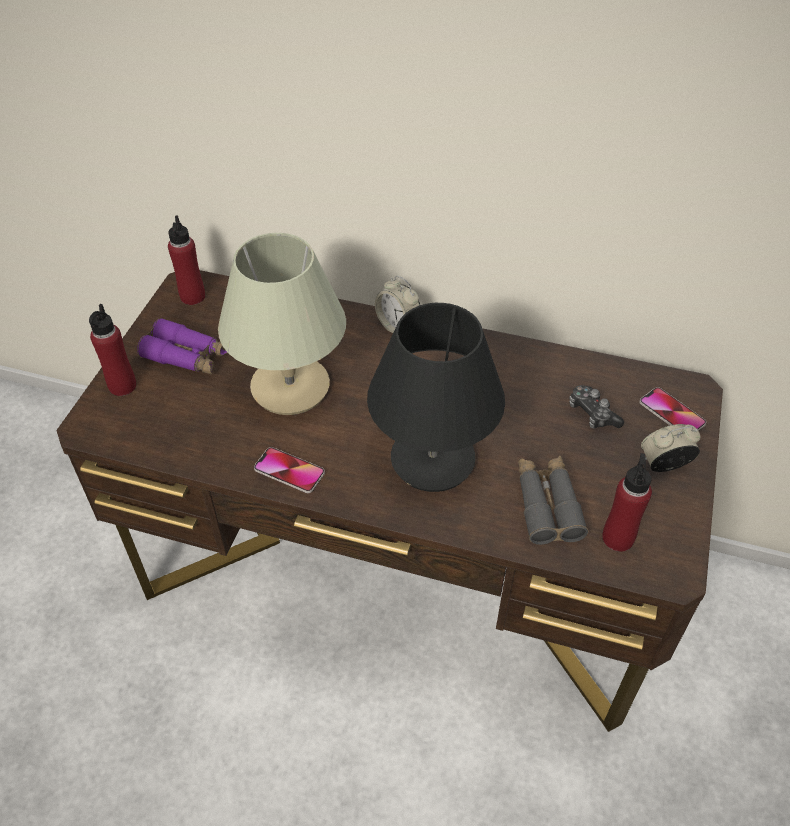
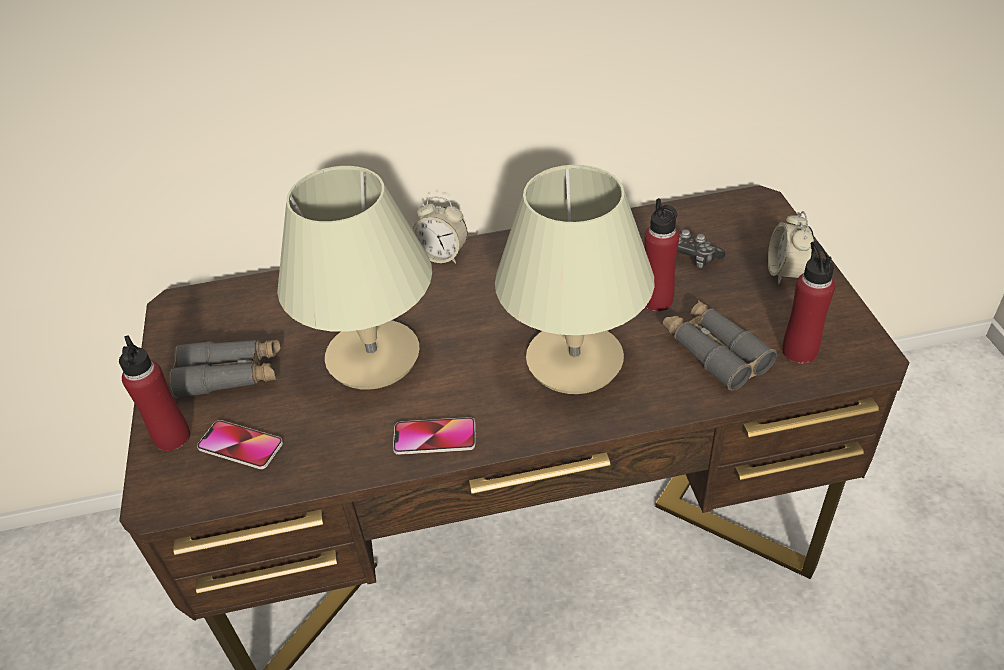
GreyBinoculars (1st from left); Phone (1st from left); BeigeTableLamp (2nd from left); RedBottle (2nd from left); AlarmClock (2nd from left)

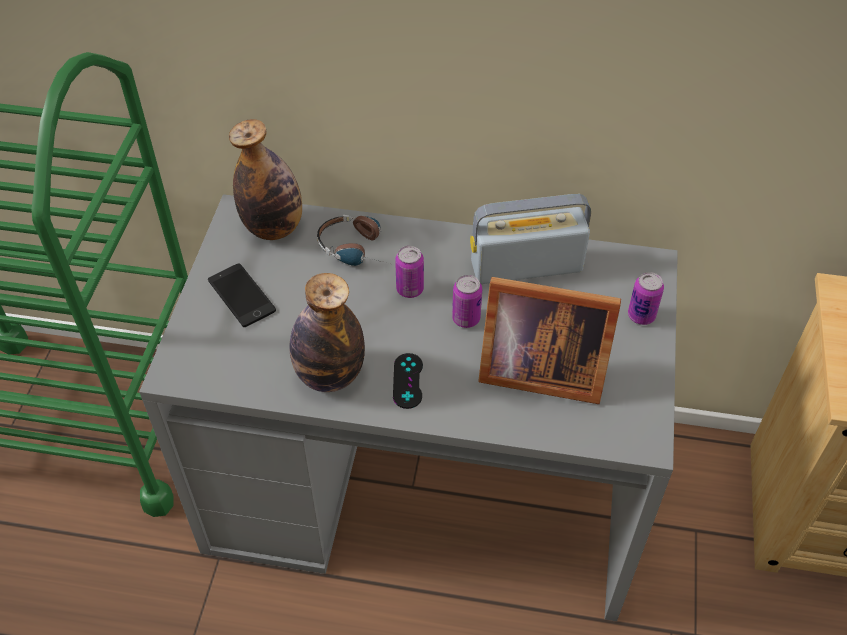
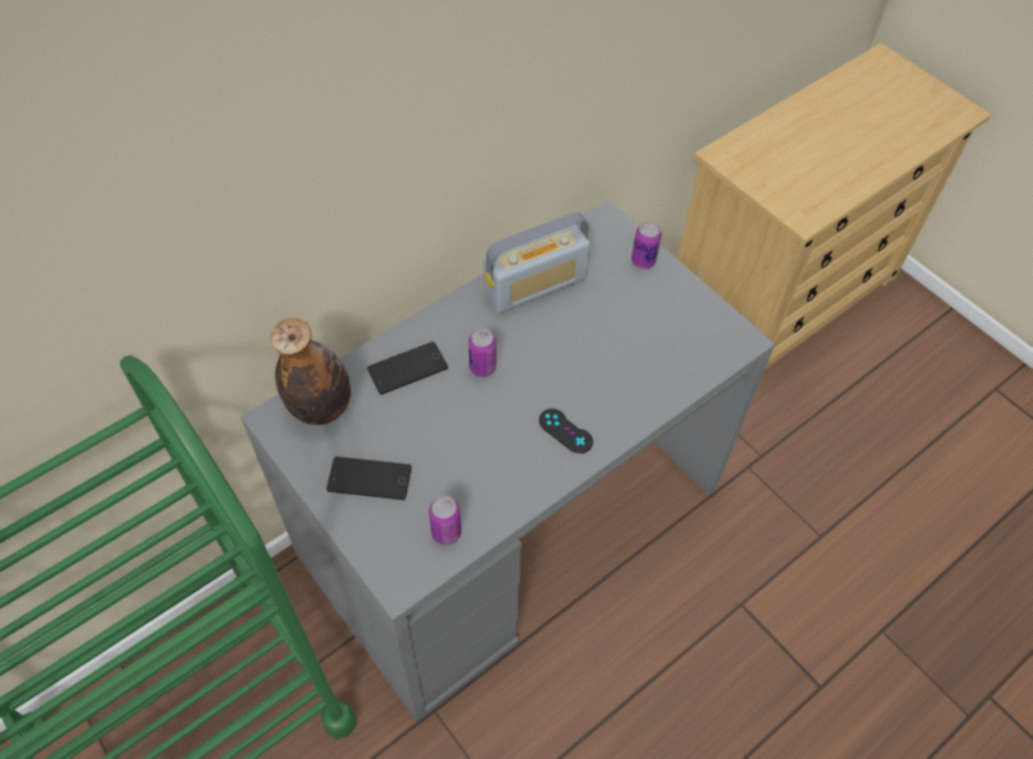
Phone (2nd from left); Can (1st from left); Radio; Bottle (2nd from left in the first image); PictureFrame

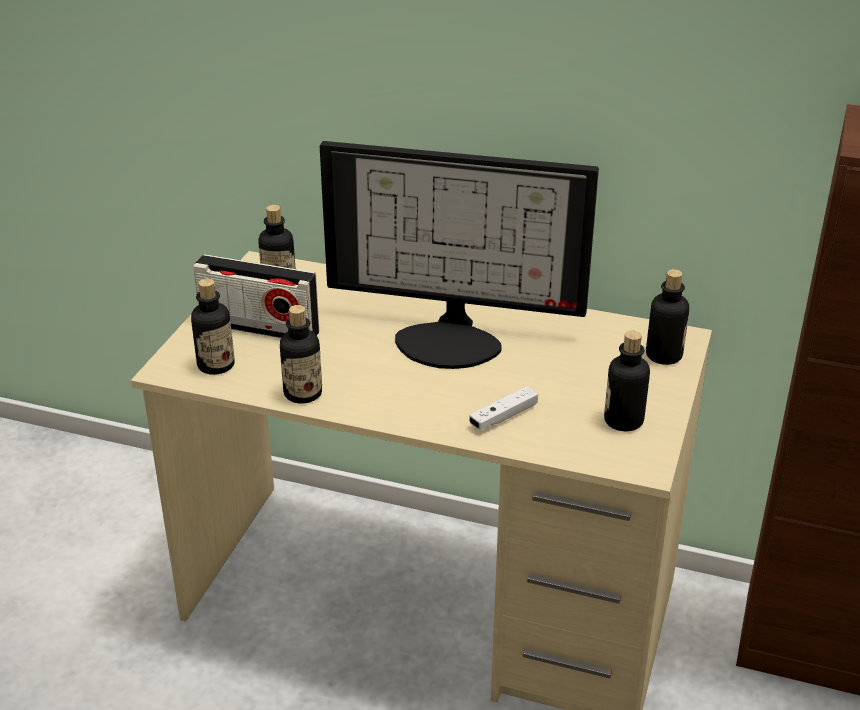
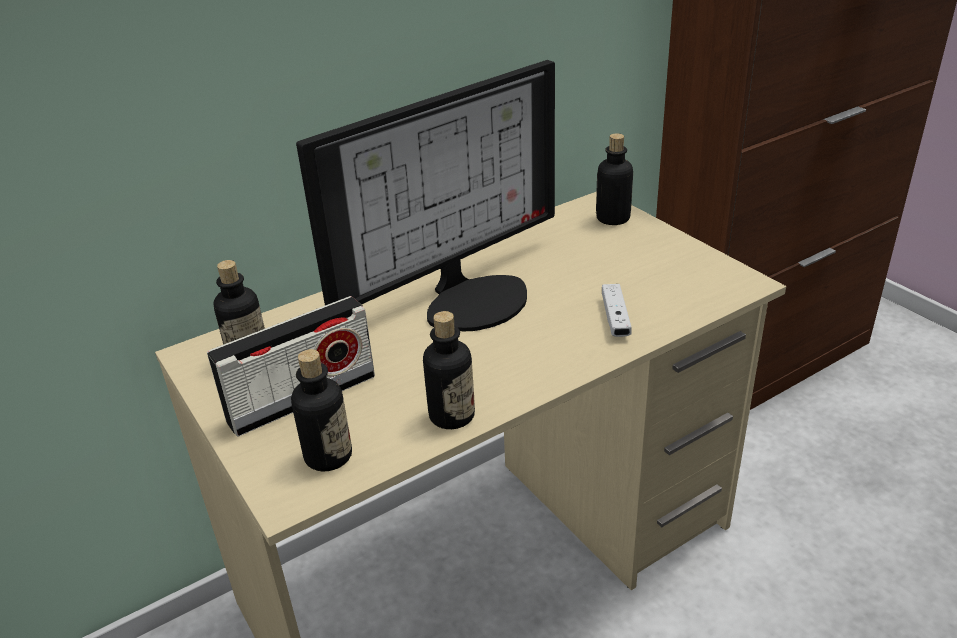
Bottle (4th from left in the first image)

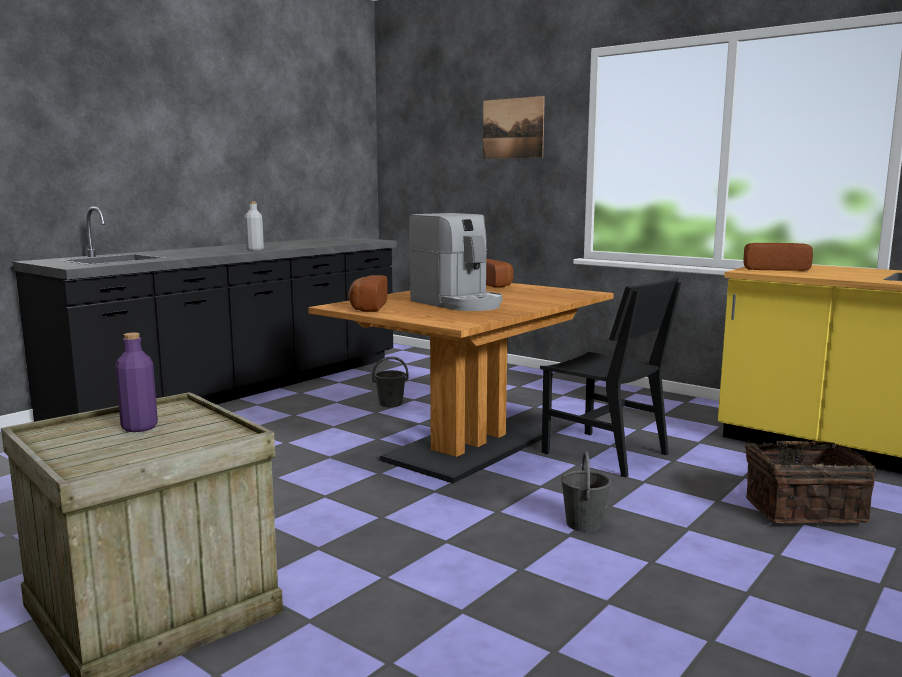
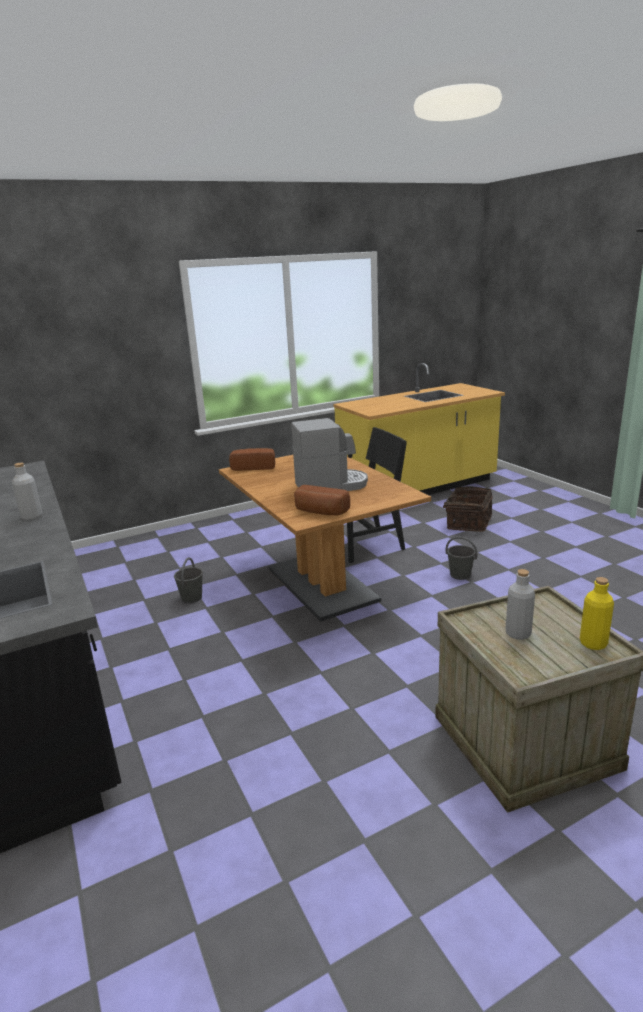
GreyBottle (2nd from left); YellowBottle; Picture; Bread (3rd from left in the first image)

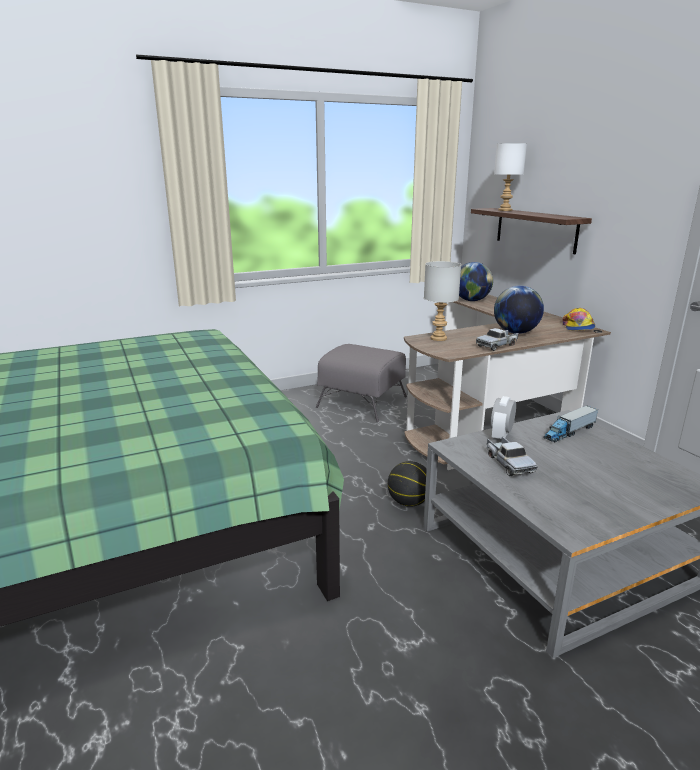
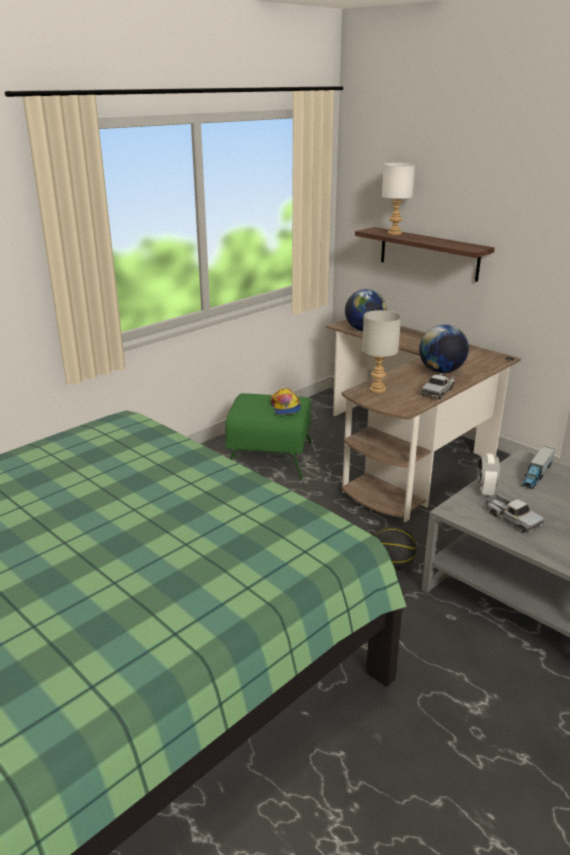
GreenOttoman; Cap

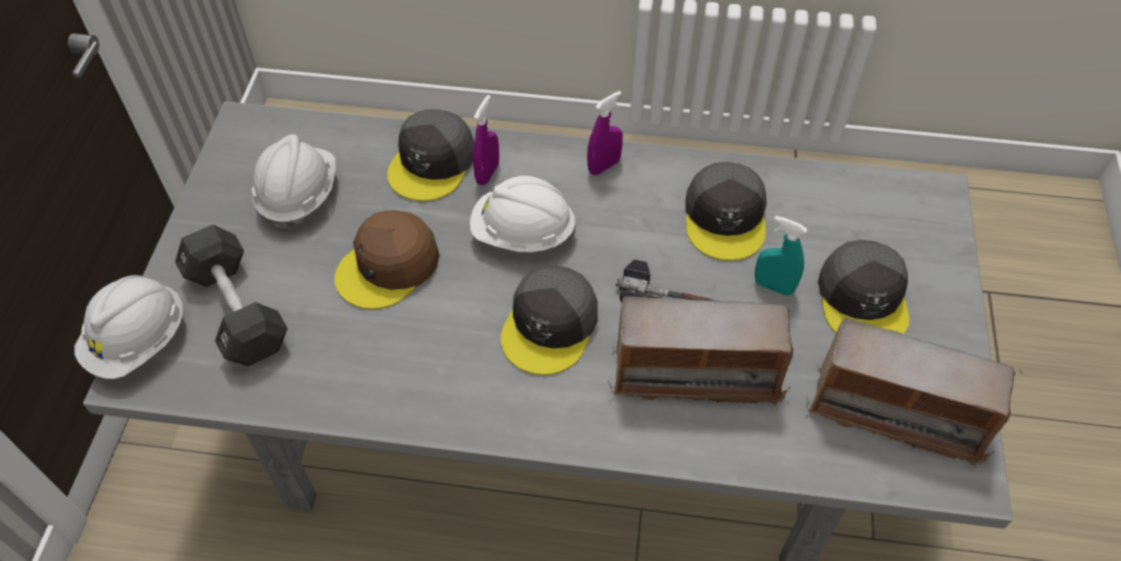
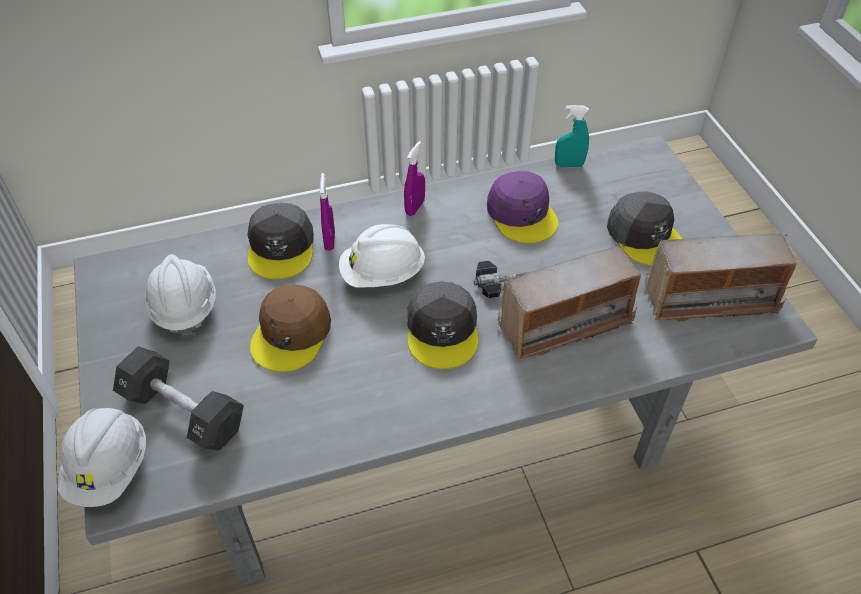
PurpleCap; TurquoiseSprayBottle

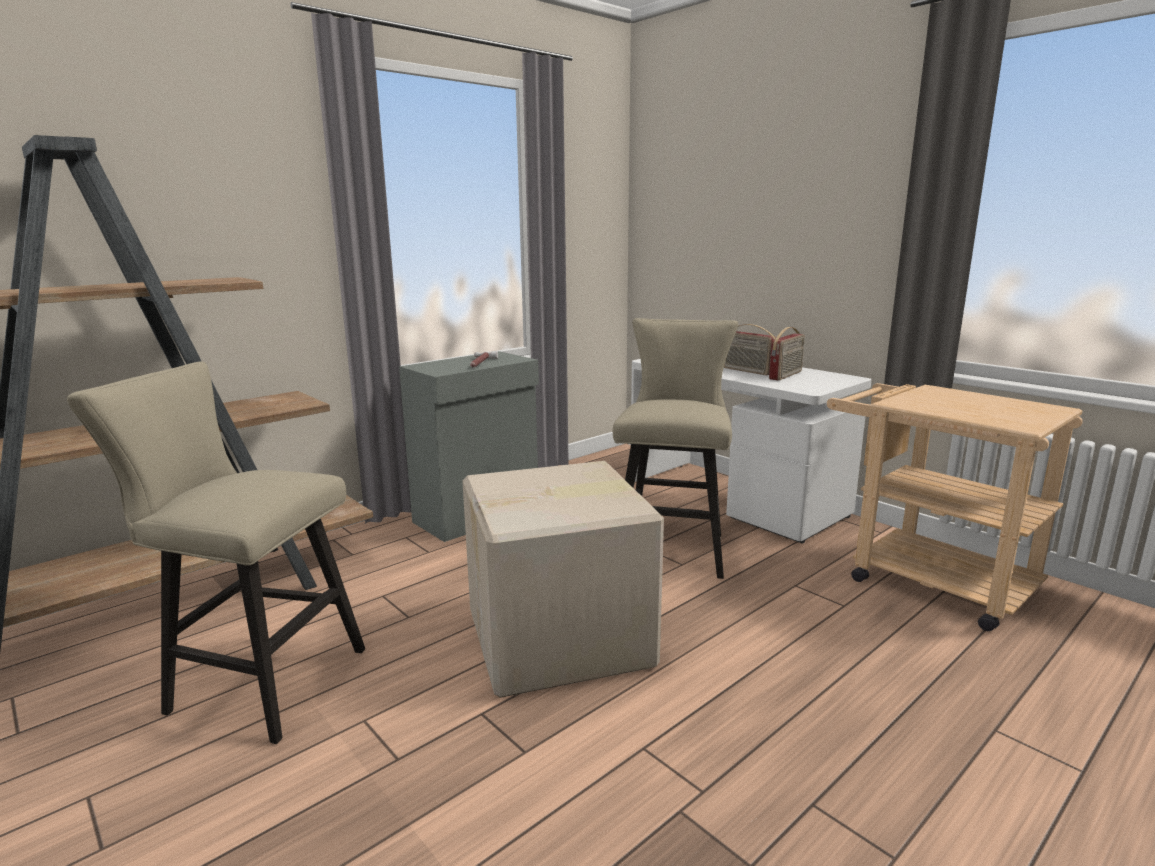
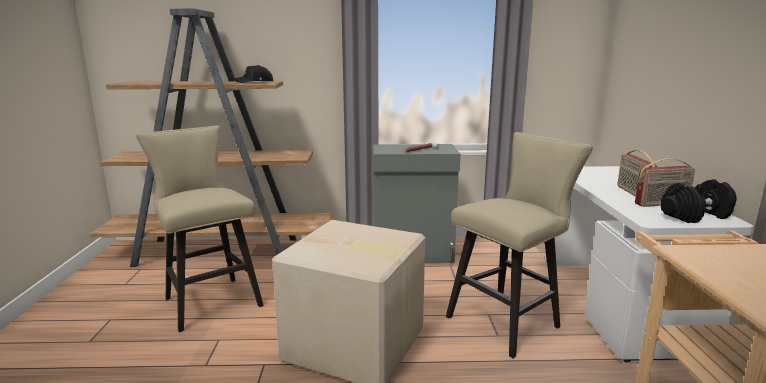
BlackCap; BlackDumbbell

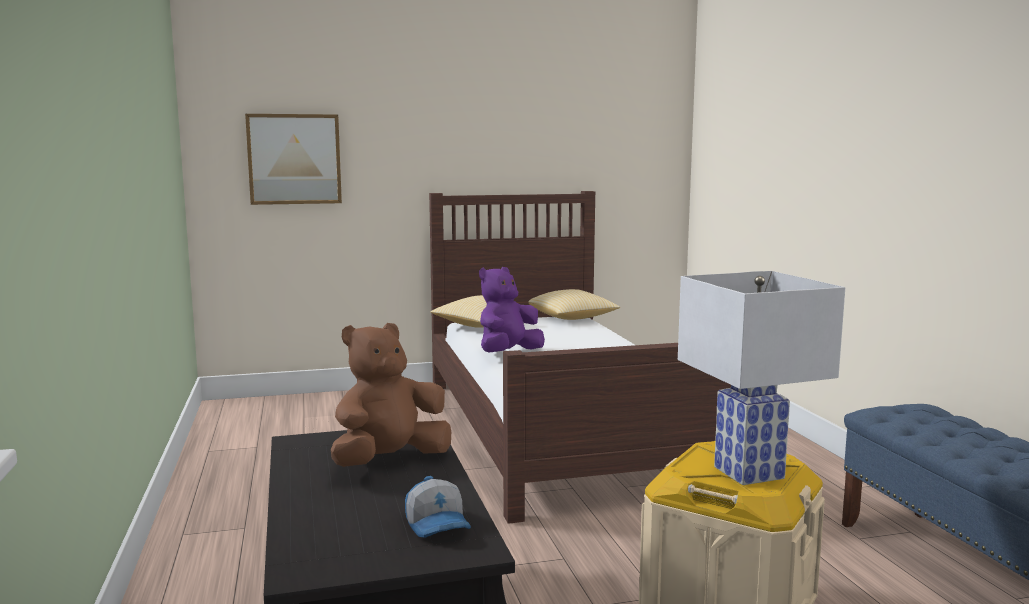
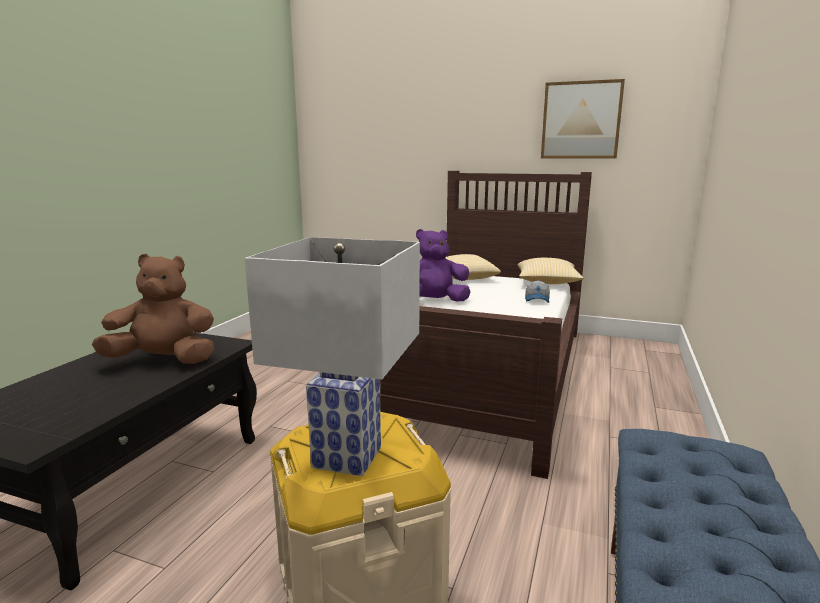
Cap; Picture

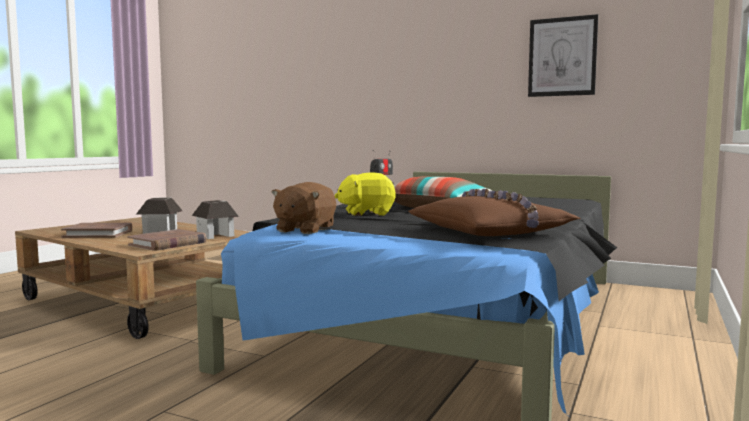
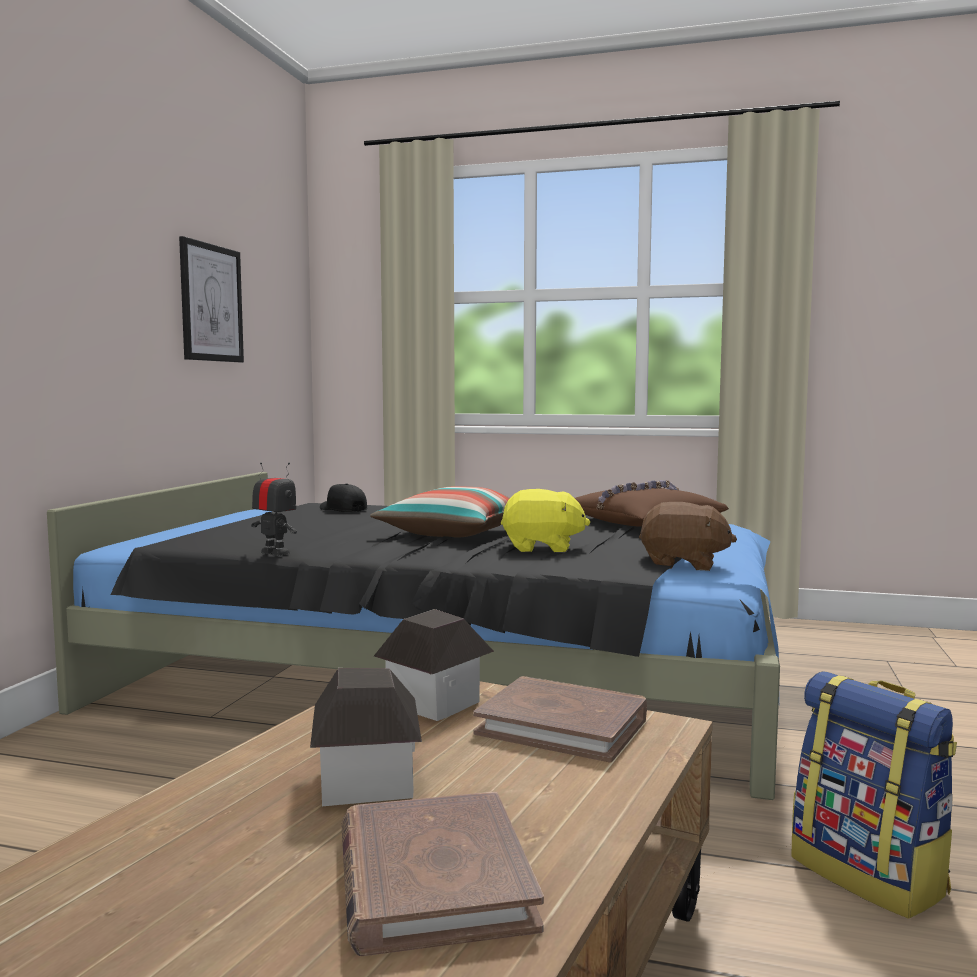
BlackCap; YellowPlushToy; Backpack

